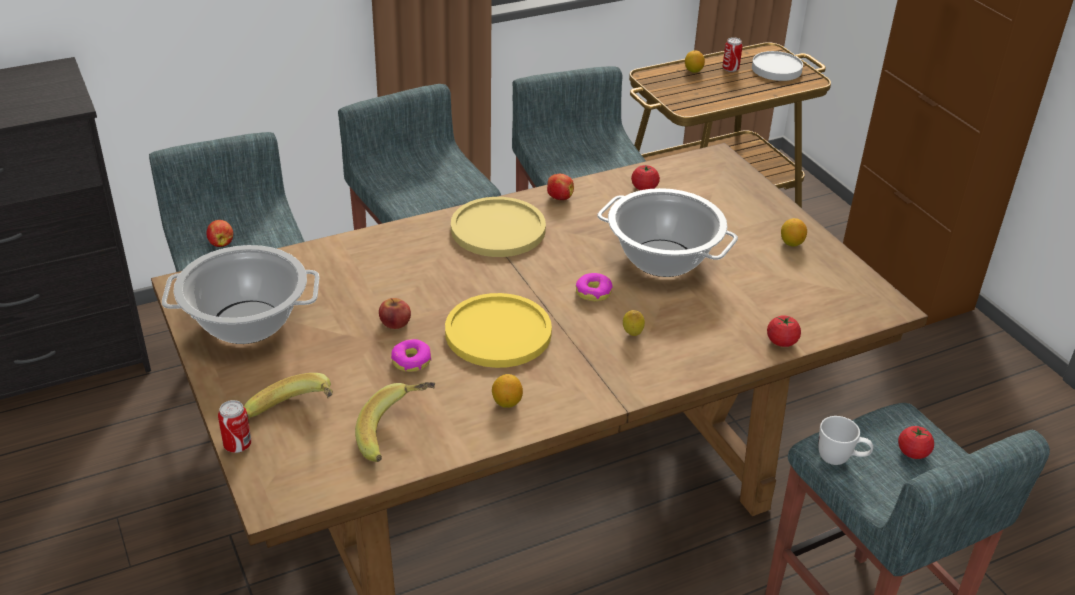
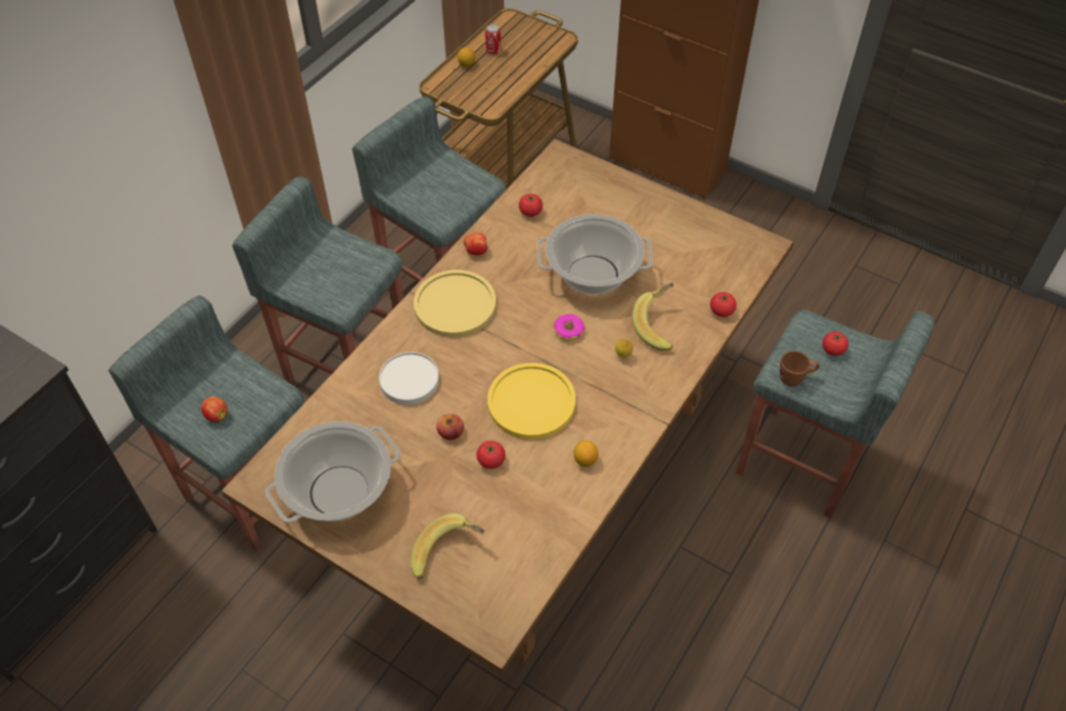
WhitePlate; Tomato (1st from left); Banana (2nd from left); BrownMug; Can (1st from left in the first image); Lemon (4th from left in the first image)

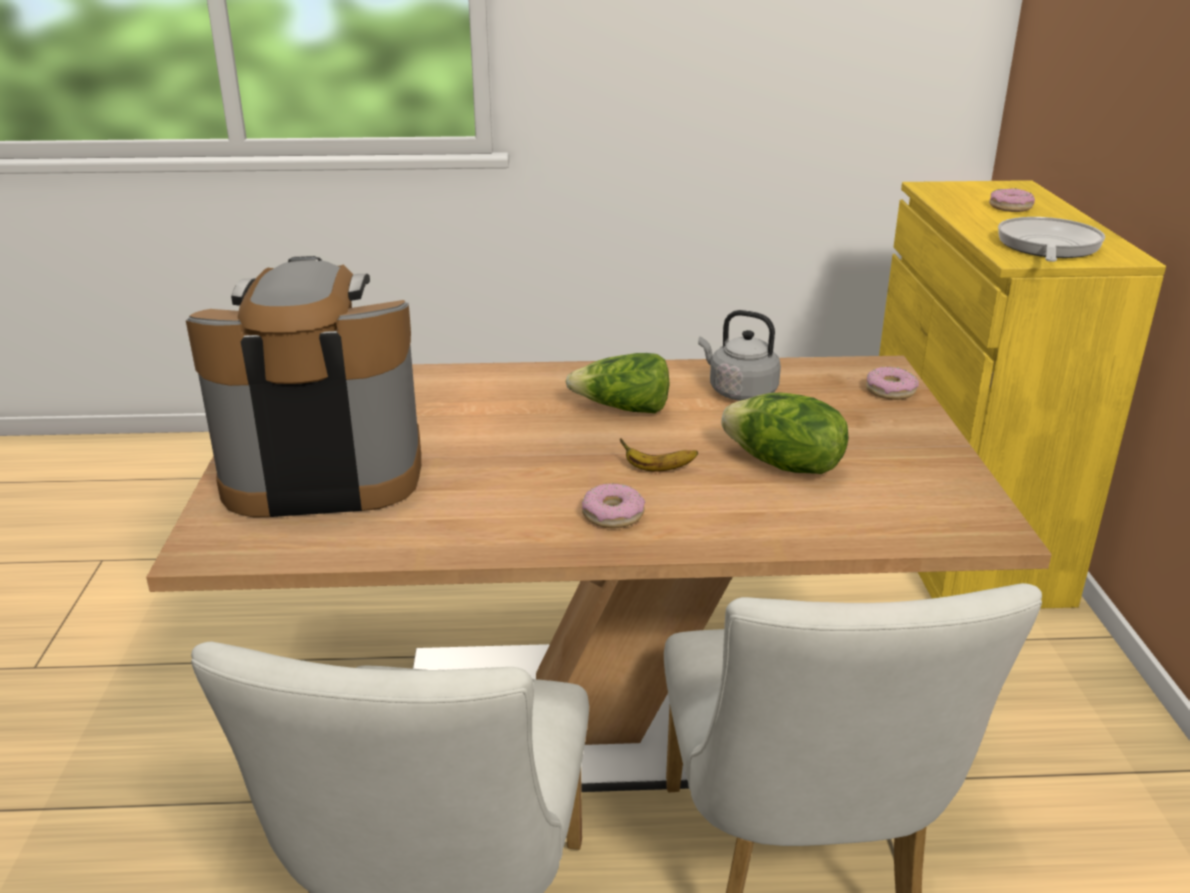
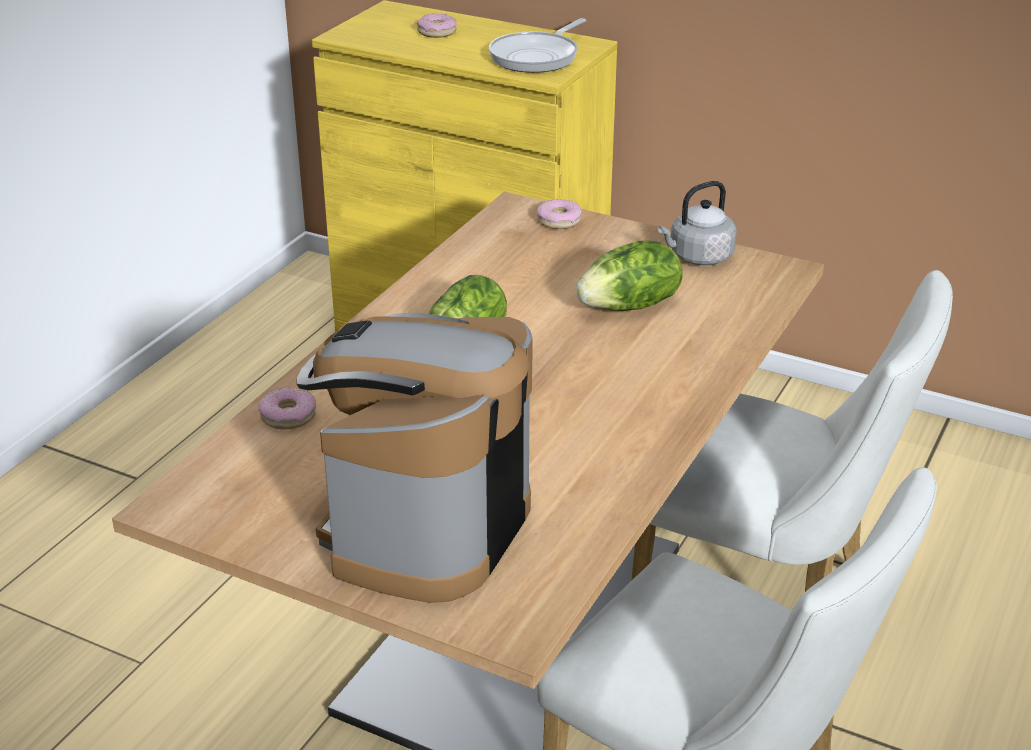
Donut (1st from left); FryingPan; GreyKettle; Banana

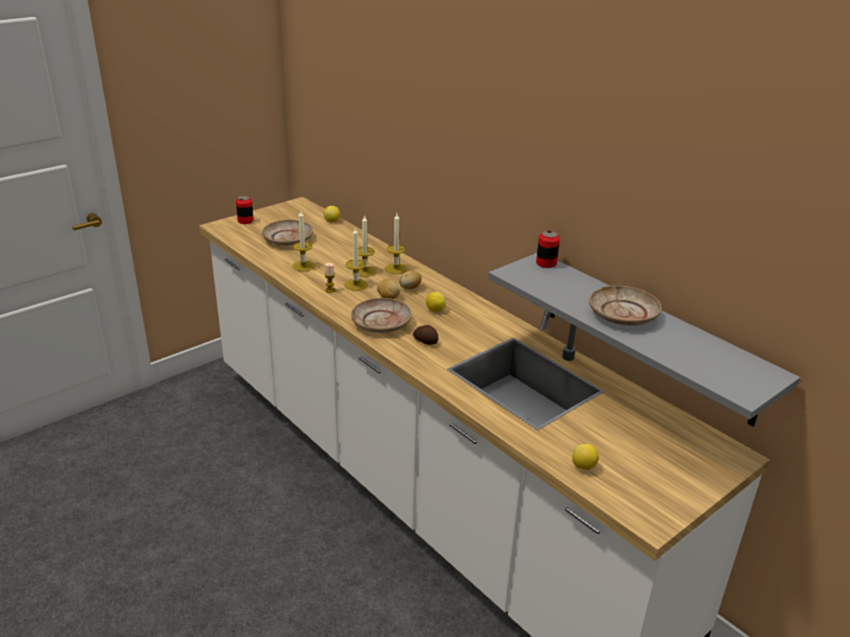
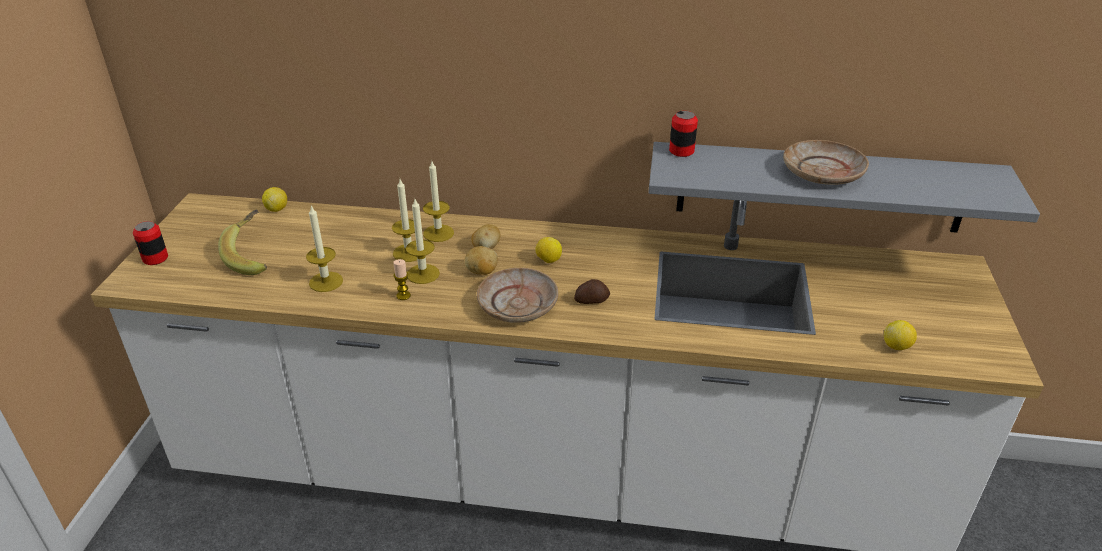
Banana

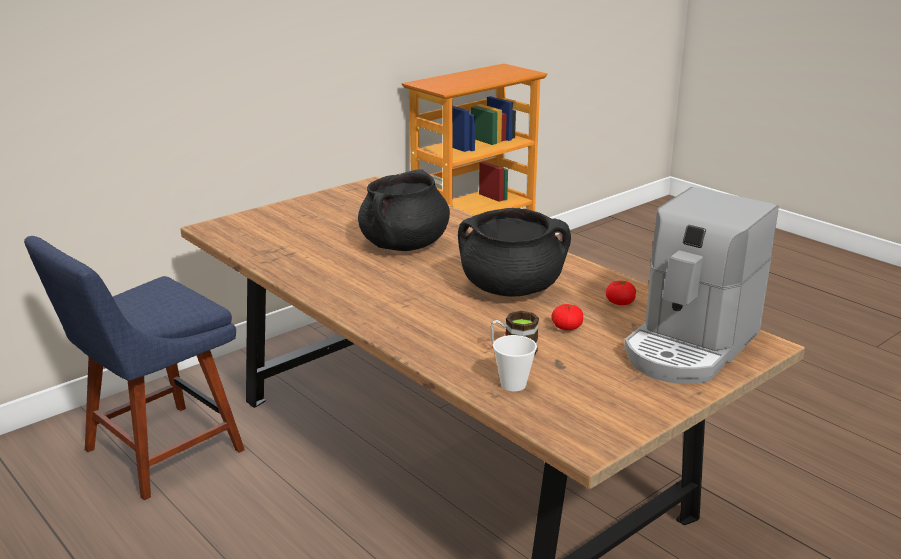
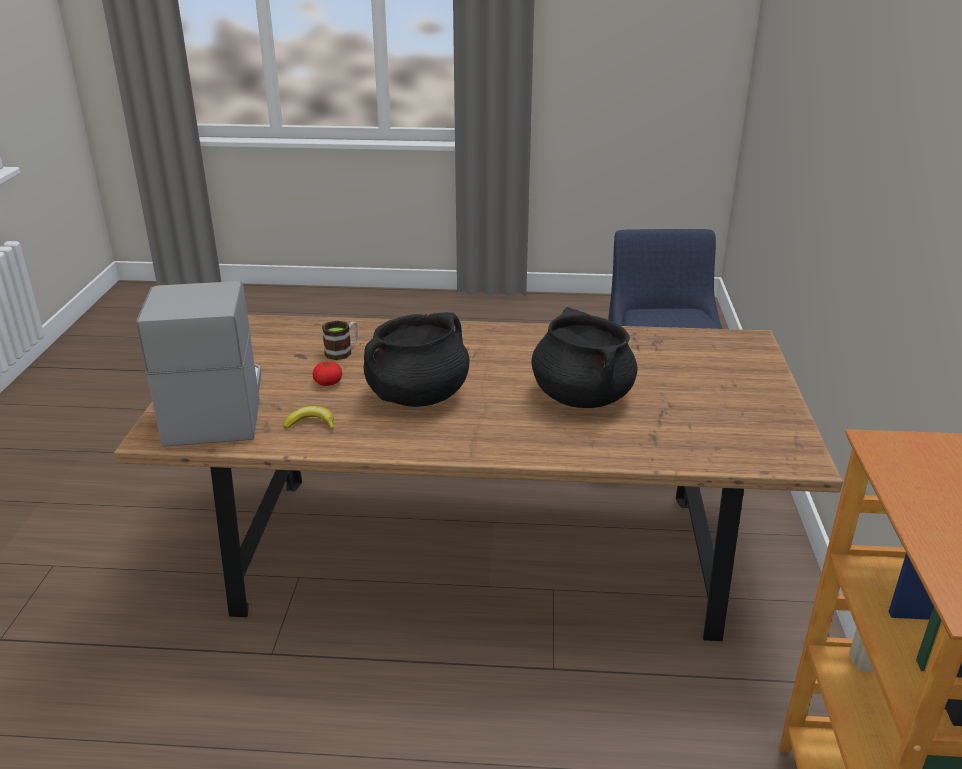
Banana; Cup

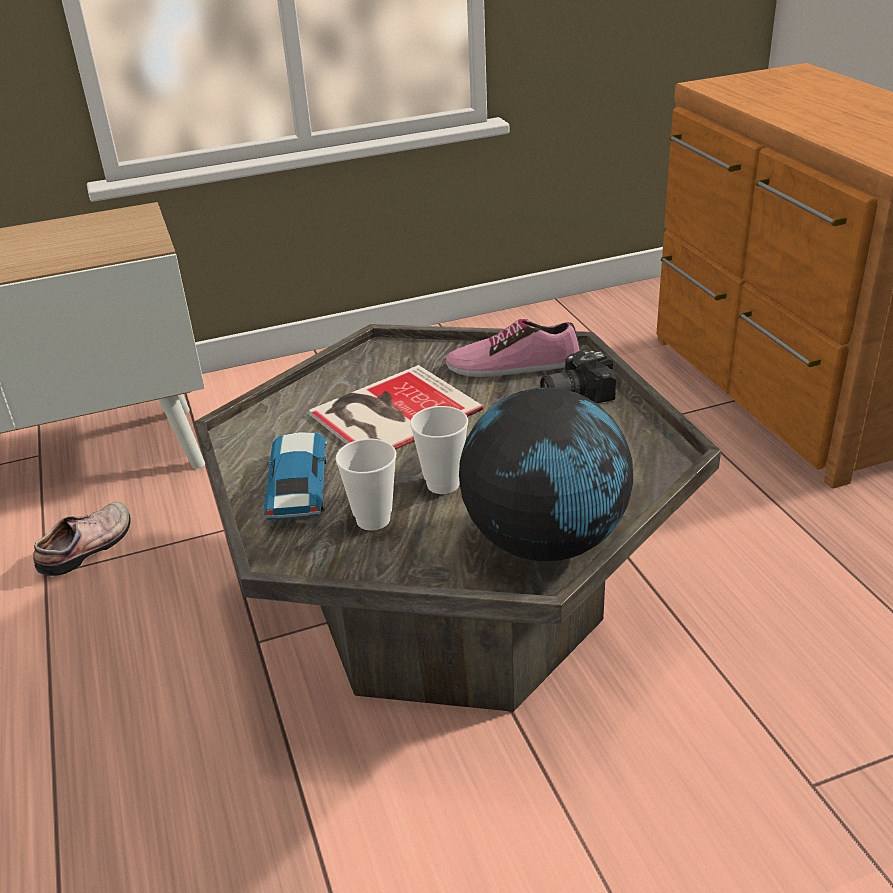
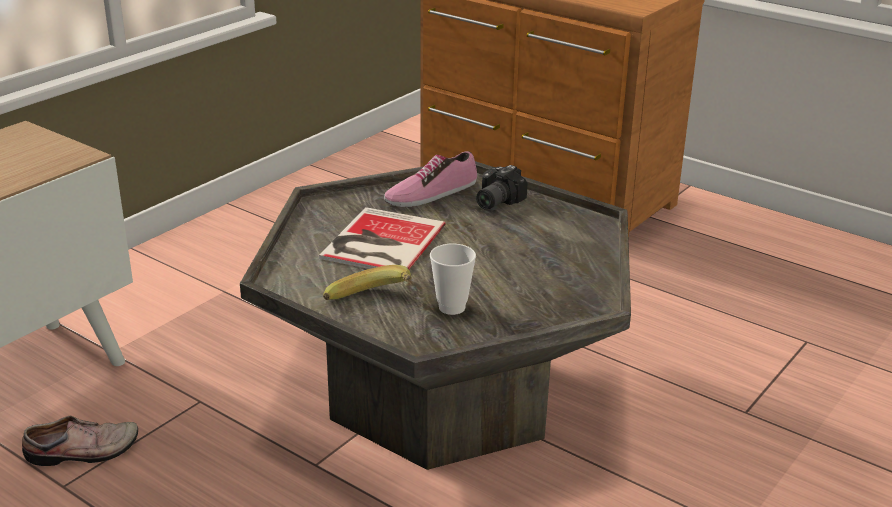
Shoe (1st from left); Banana; Cup (2nd from left in the first image); Globe

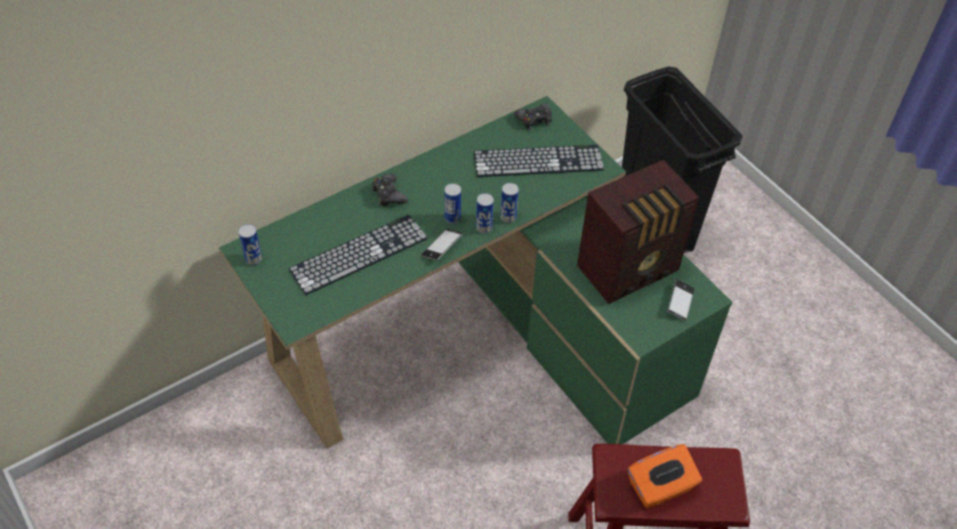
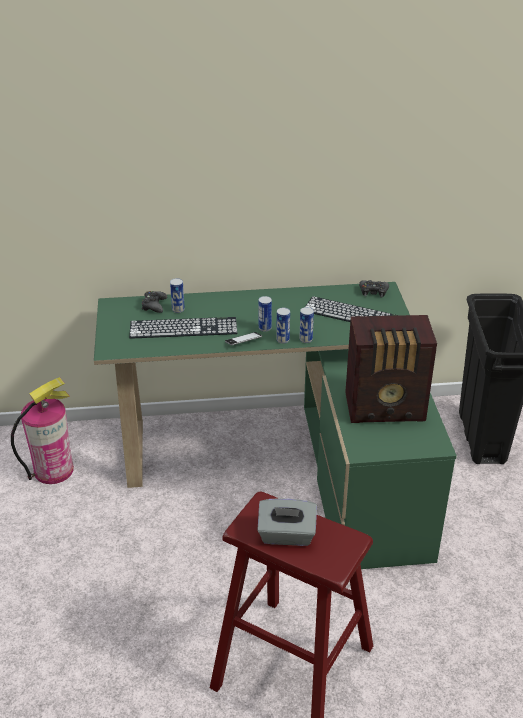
FireExtinguisher; BlackGameController (1st from left); Can (1st from left); GreyTissueBox; Phone (2nd from left in the first image)

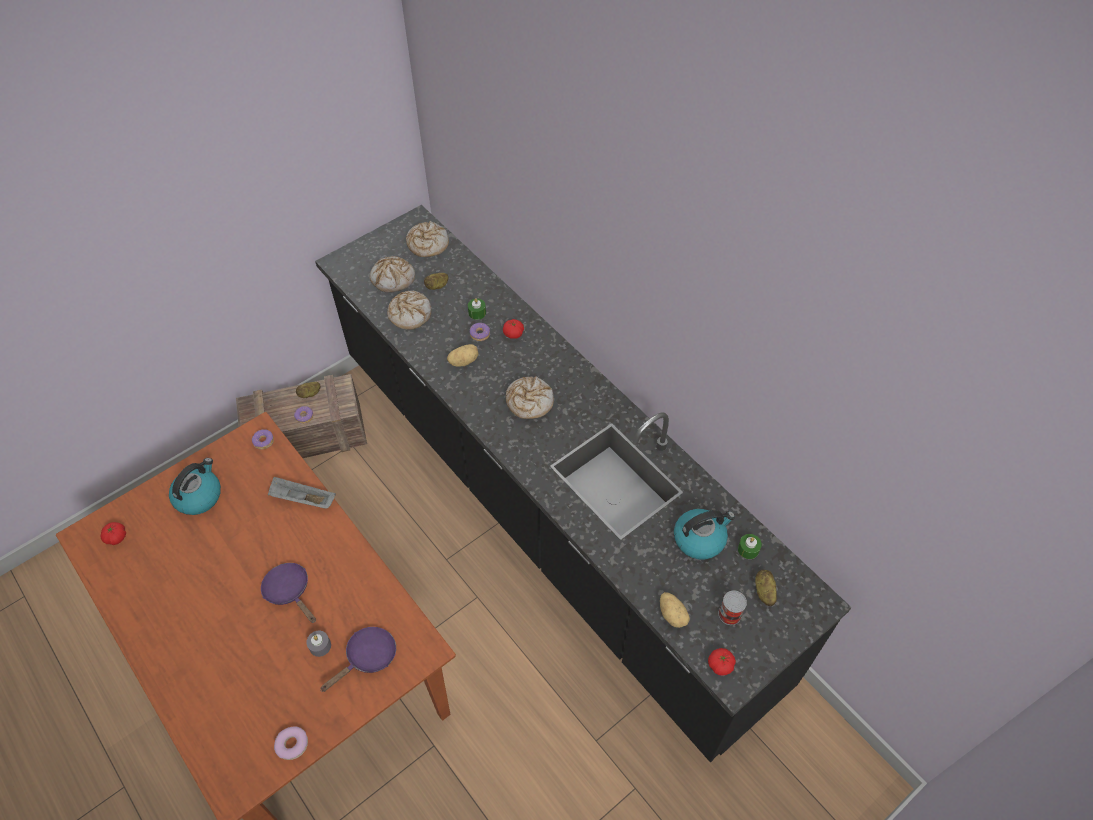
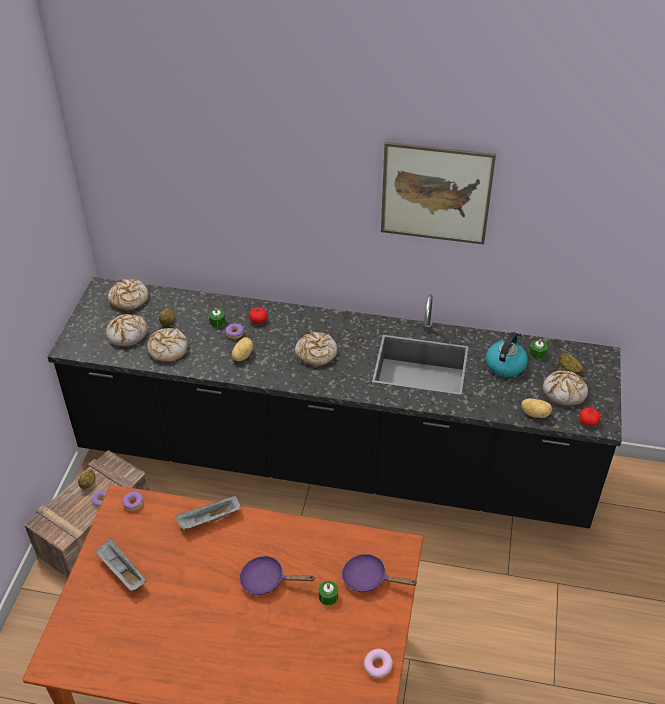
GreyTray (1st from left); GreenCandle (2nd from left); PurpleFryingPan (2nd from left); Picture; Bread (5th from left); Tomato (1st from left in the first image)

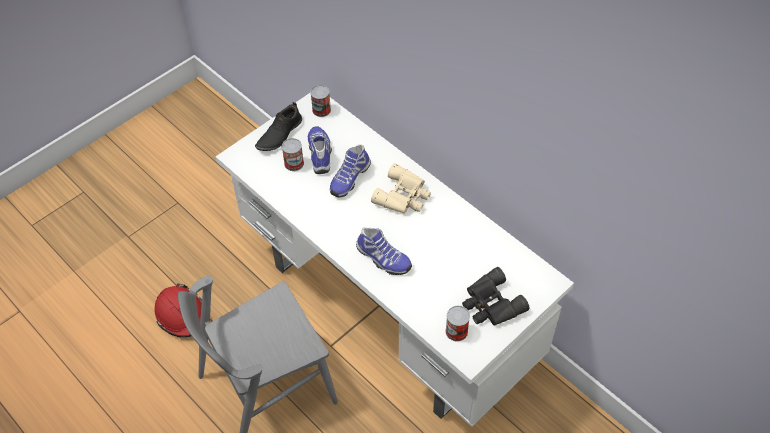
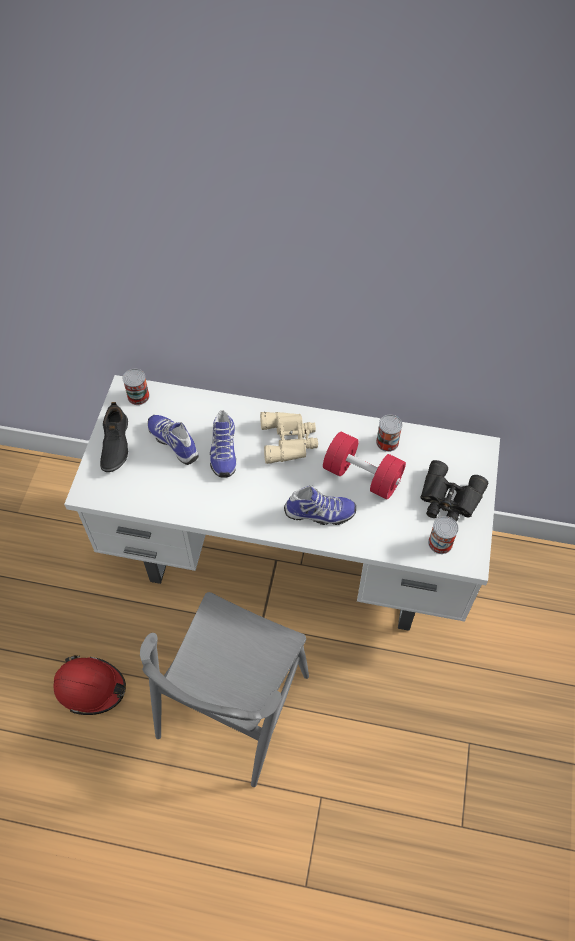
RedDumbbell; Can (2nd from left)

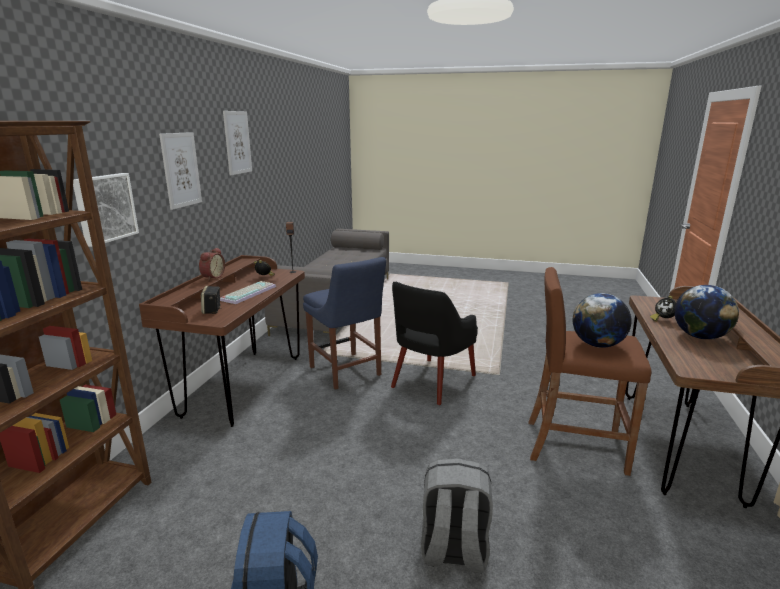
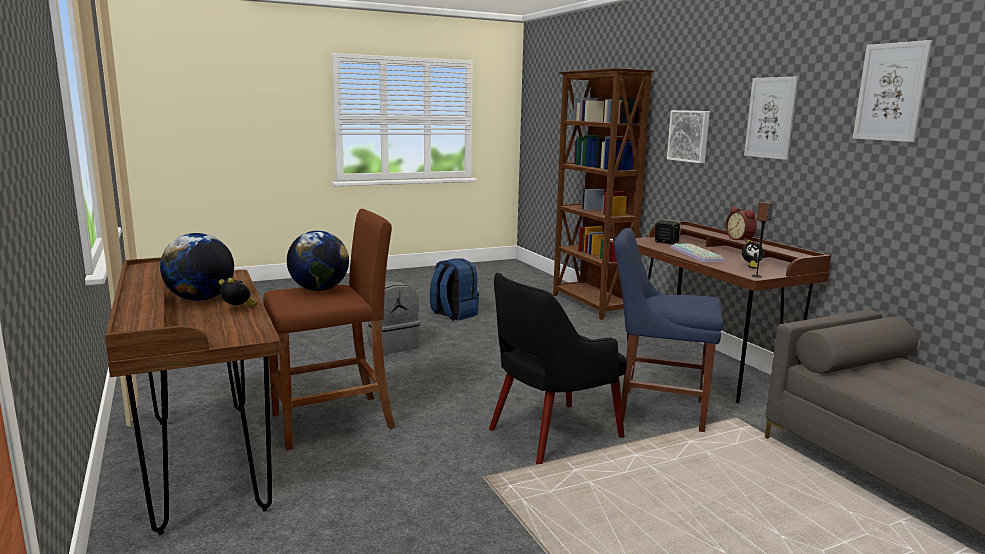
BlackArmchair

